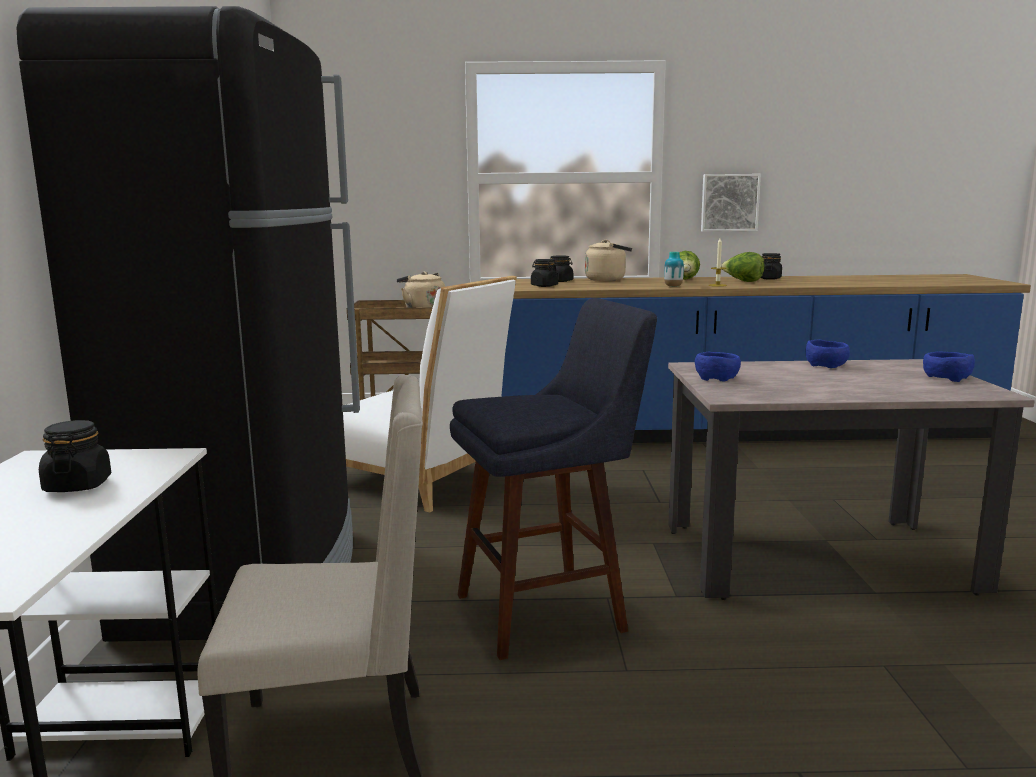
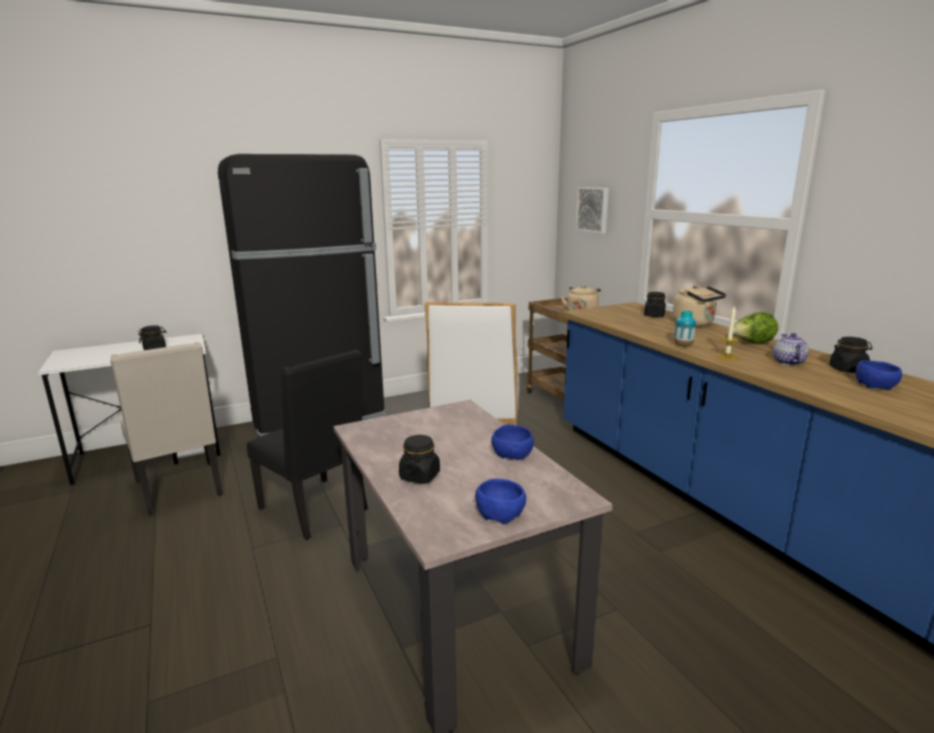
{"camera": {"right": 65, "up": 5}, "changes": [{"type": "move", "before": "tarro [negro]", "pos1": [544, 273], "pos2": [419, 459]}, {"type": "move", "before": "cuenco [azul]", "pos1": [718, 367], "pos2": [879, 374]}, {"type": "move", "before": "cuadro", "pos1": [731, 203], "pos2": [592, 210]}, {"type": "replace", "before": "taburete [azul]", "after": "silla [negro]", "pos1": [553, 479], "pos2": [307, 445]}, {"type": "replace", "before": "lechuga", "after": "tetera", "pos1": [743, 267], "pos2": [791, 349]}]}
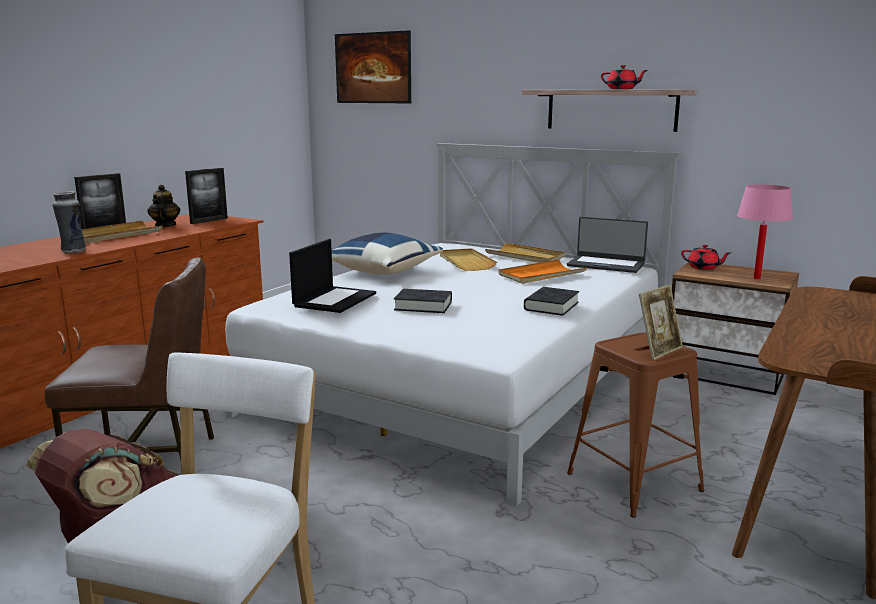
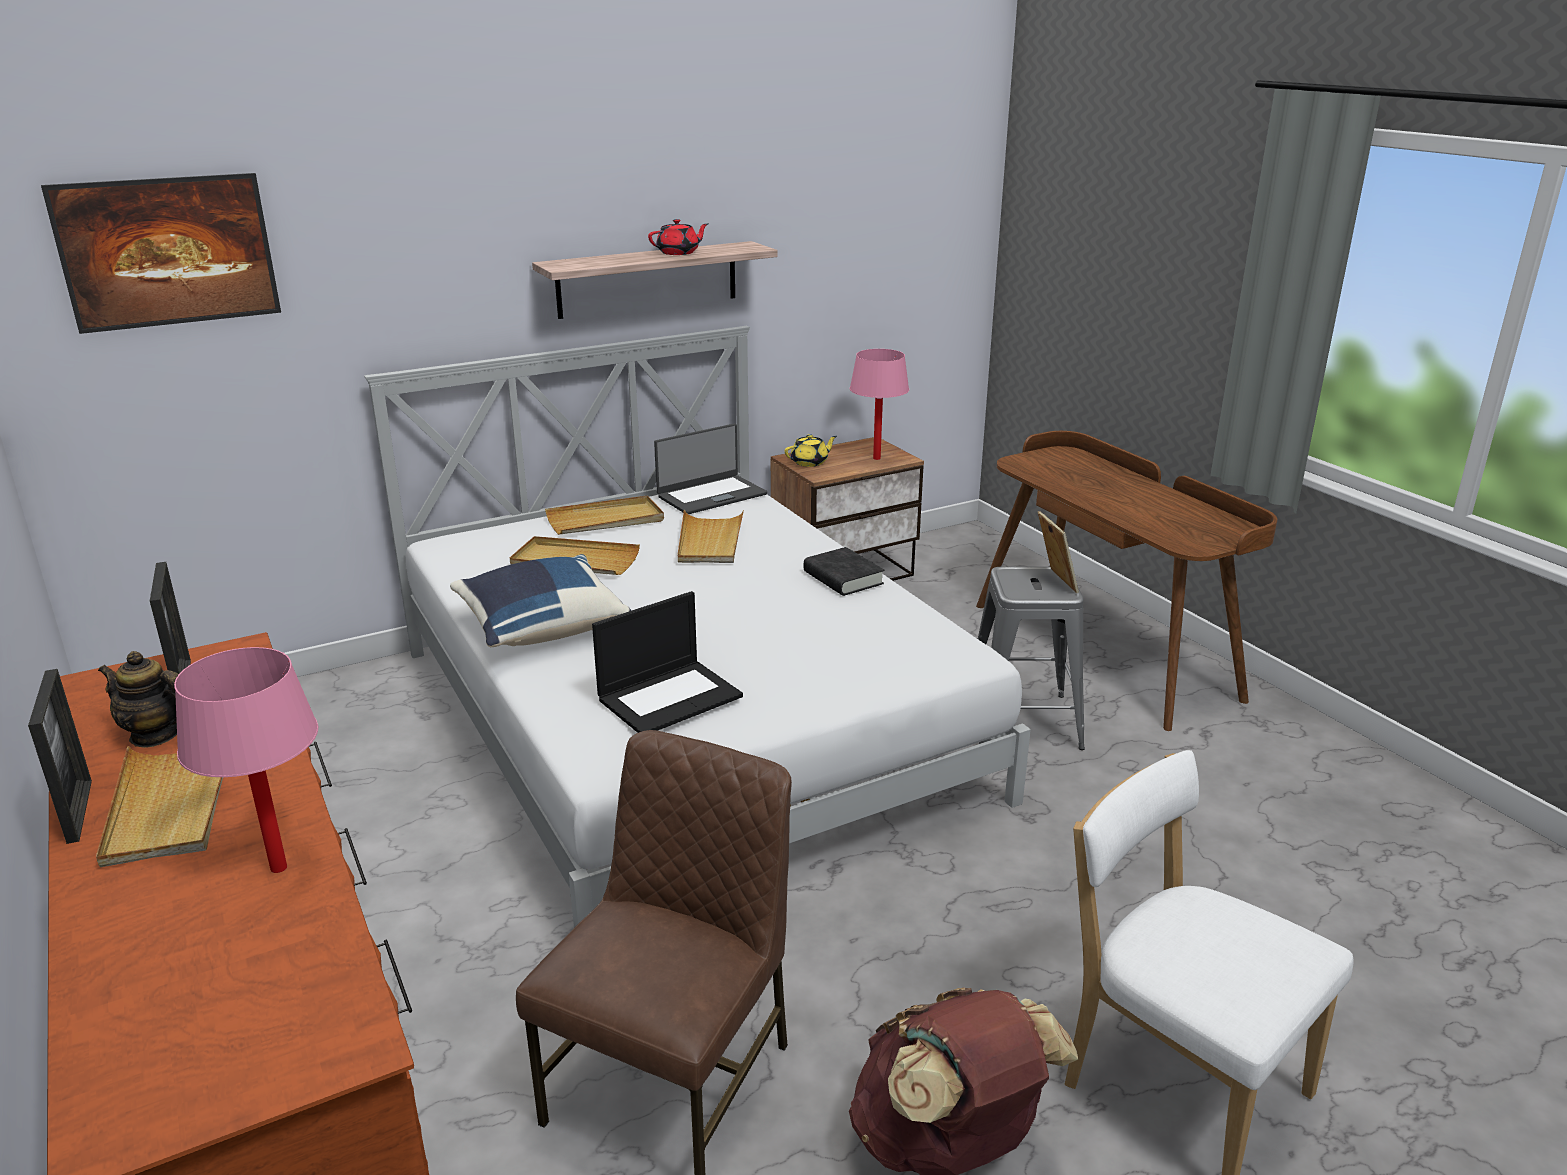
{"camera": {"right": -60, "up": 10}, "changes": [{"type": "delete", "before": "libro [negro]", "pos1": [423, 301]}, {"type": "replace", "before": "florero", "after": "lámpara de mesa [rosa]", "pos1": [69, 222], "pos2": [246, 760]}, {"type": "recolor", "before": "bandeja [naranja]", "after": "bandeja [beis]", "pos1": [543, 271], "pos2": [711, 536]}, {"type": "recolor", "before": "taburete [marrón]", "after": "taburete [gris]", "pos1": [635, 425], "pos2": [1031, 658]}, {"type": "recolor", "before": "tetera [rojo]", "after": "tetera [amarillo]", "pos1": [706, 257], "pos2": [811, 450]}, {"type": "rotate", "before": "portátil", "pos1": [332, 276], "pos2": [667, 662], "turn": 90}]}
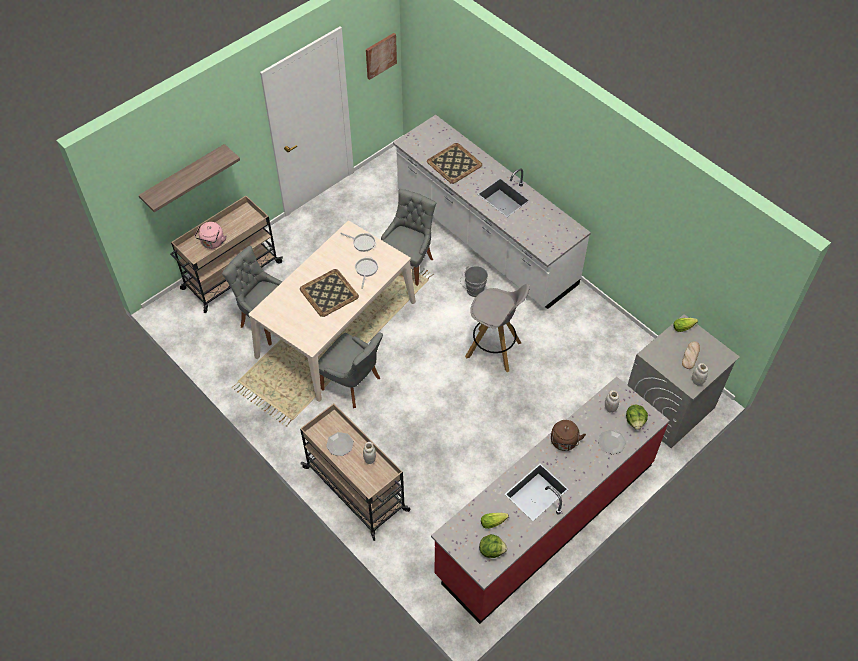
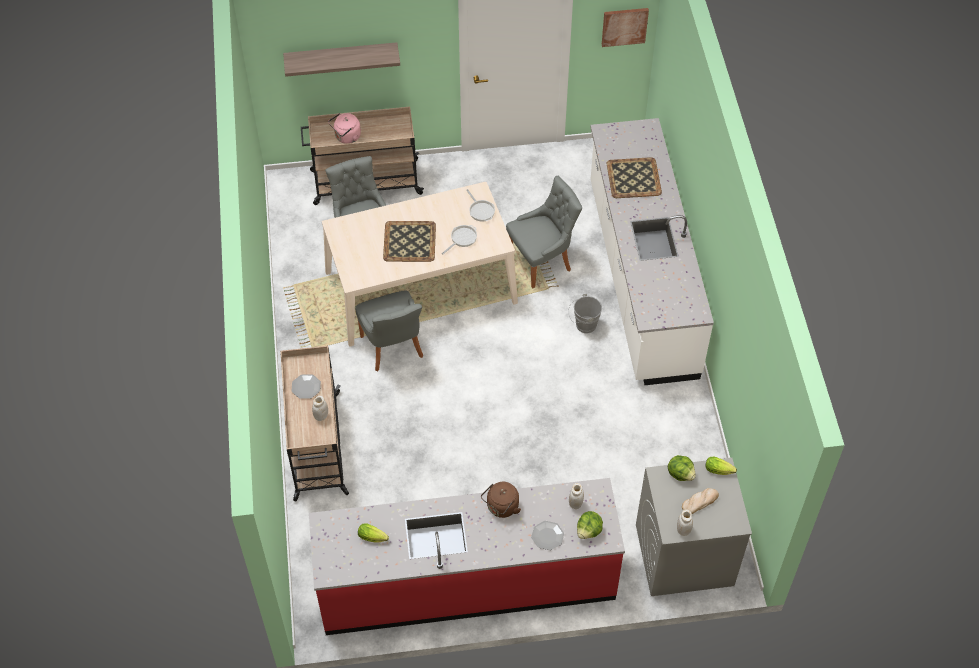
{"camera": {"right": 35, "up": 0}, "changes": [{"type": "delete", "before": "taburete [gris]", "pos1": [497, 328]}, {"type": "move", "before": "lechuga", "pos1": [493, 546], "pos2": [682, 468]}]}
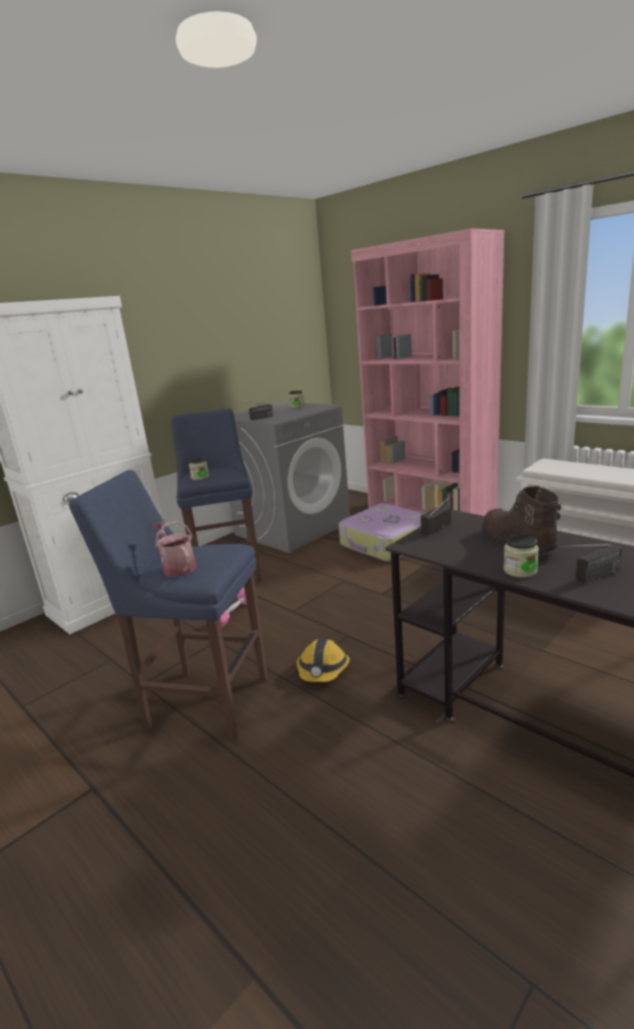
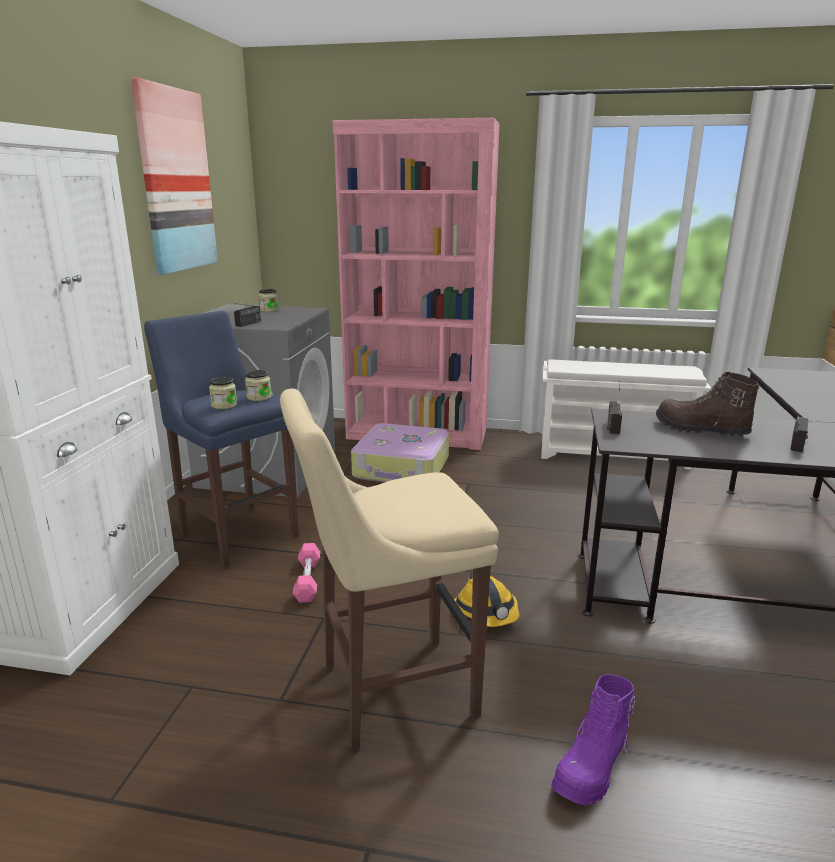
{"camera": {"right": -35, "up": 0}, "changes": [{"type": "delete", "before": "regadera", "pos1": [174, 549]}, {"type": "insert", "after": "cuadro", "pos2": [174, 176]}, {"type": "insert", "after": "bota [morado]", "pos2": [594, 739]}, {"type": "move", "before": "tarro", "pos1": [521, 556], "pos2": [258, 385]}, {"type": "recolor", "before": "taburete [azul]", "after": "taburete [beis]", "pos1": [168, 605], "pos2": [389, 570]}]}
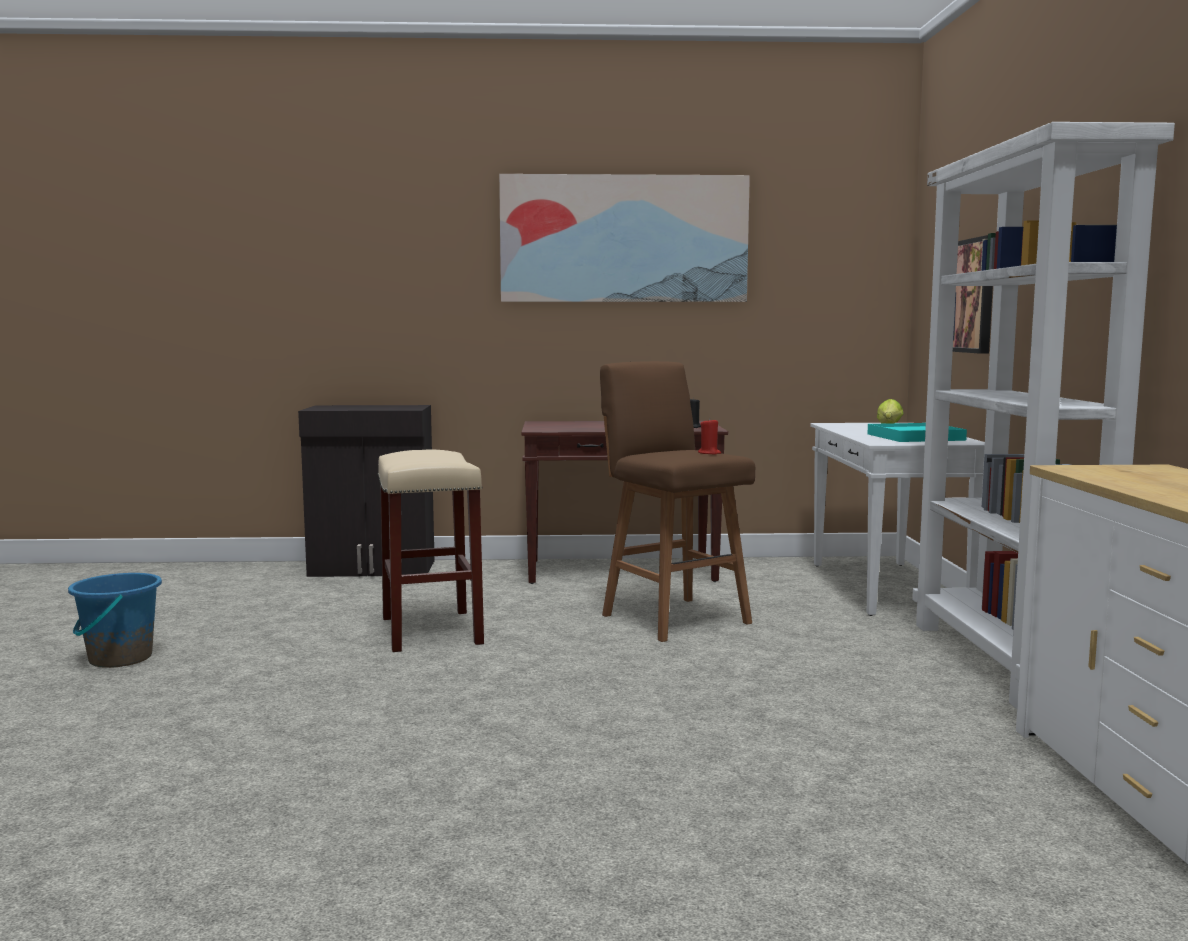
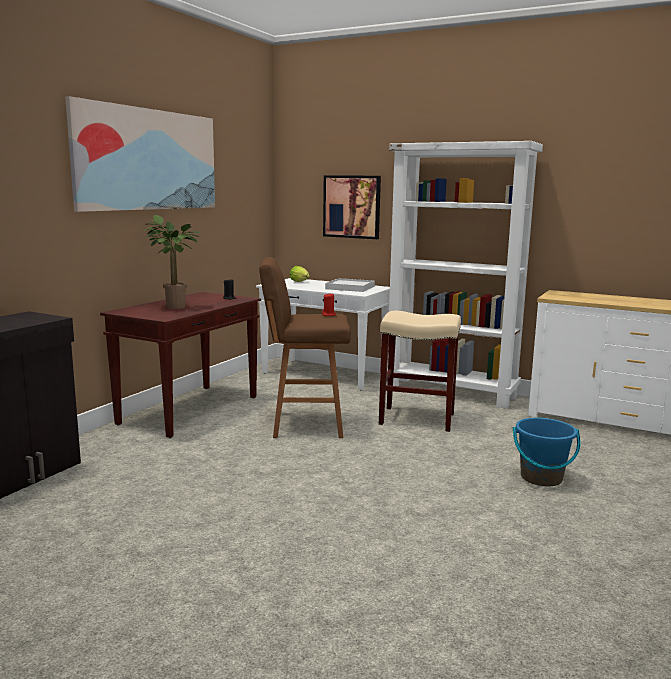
{"camera": {"right": -60, "up": 5}, "changes": [{"type": "insert", "after": "planta en maceta", "pos2": [172, 262]}, {"type": "move", "before": "cubo [azul]", "pos1": [115, 620], "pos2": [547, 452]}, {"type": "move", "before": "taburete [beis]", "pos1": [430, 551], "pos2": [420, 371]}, {"type": "recolor", "before": "bandeja [turquesa]", "after": "bandeja [blanco]", "pos1": [917, 432], "pos2": [350, 285]}]}
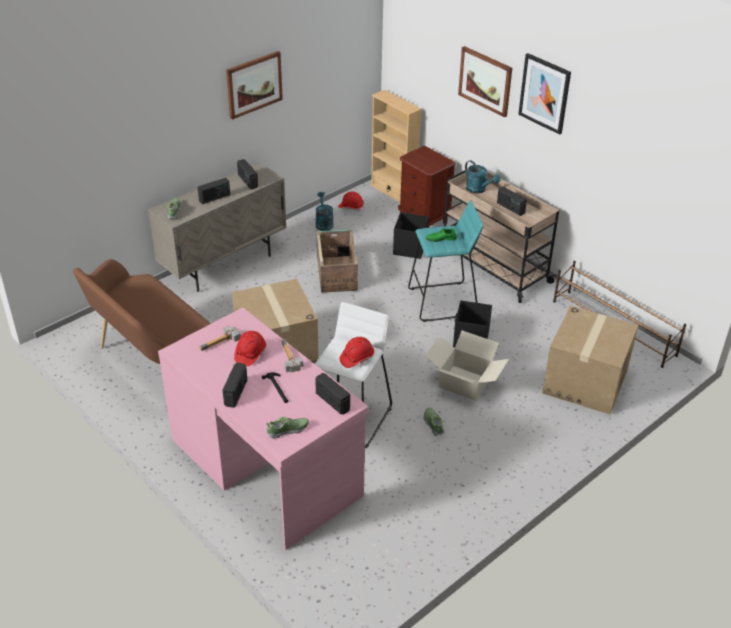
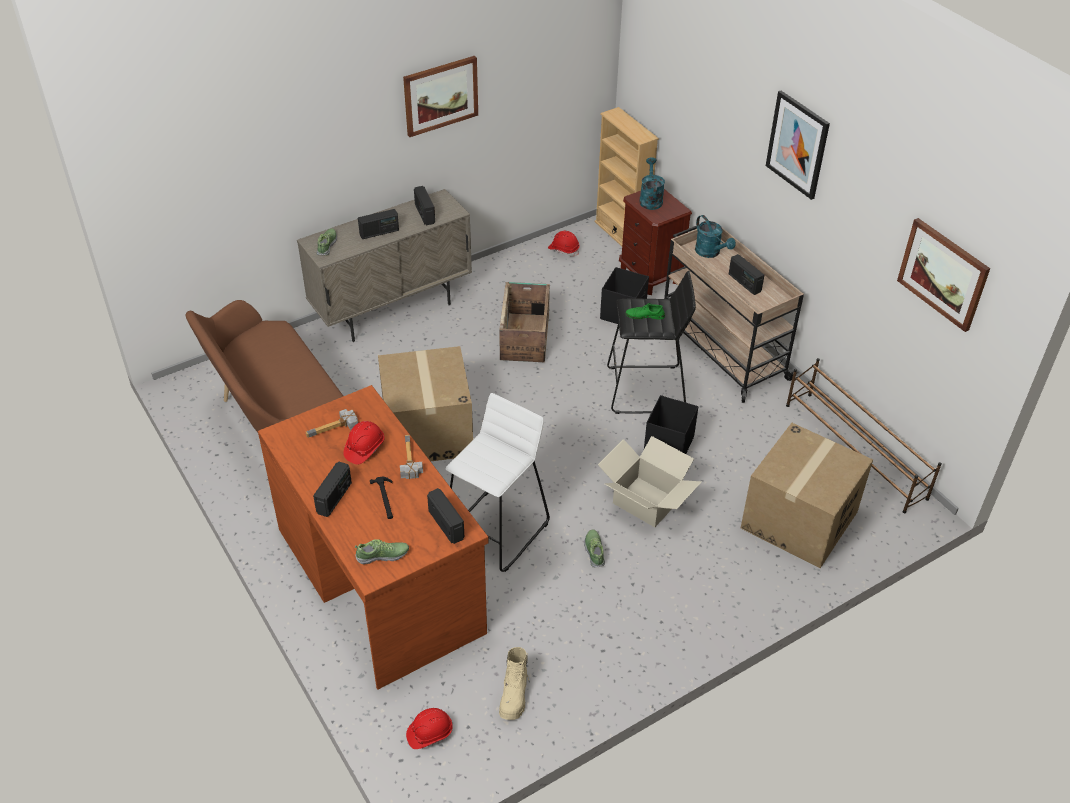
{"camera": {"right": 10, "up": 5}, "changes": [{"type": "insert", "after": "bota [beis]", "pos2": [514, 683]}, {"type": "move", "before": "regadera [turquesa]", "pos1": [325, 211], "pos2": [652, 183]}, {"type": "move", "before": "casco [rojo]", "pos1": [356, 352], "pos2": [429, 728]}, {"type": "move", "before": "cuadro", "pos1": [485, 82], "pos2": [943, 275]}, {"type": "recolor", "before": "escritorio [rosa]", "after": "escritorio [marrón]", "pos1": [263, 428], "pos2": [373, 537]}, {"type": "recolor", "before": "taburete [turquesa]", "after": "taburete [negro]", "pos1": [445, 261], "pos2": [651, 342]}]}
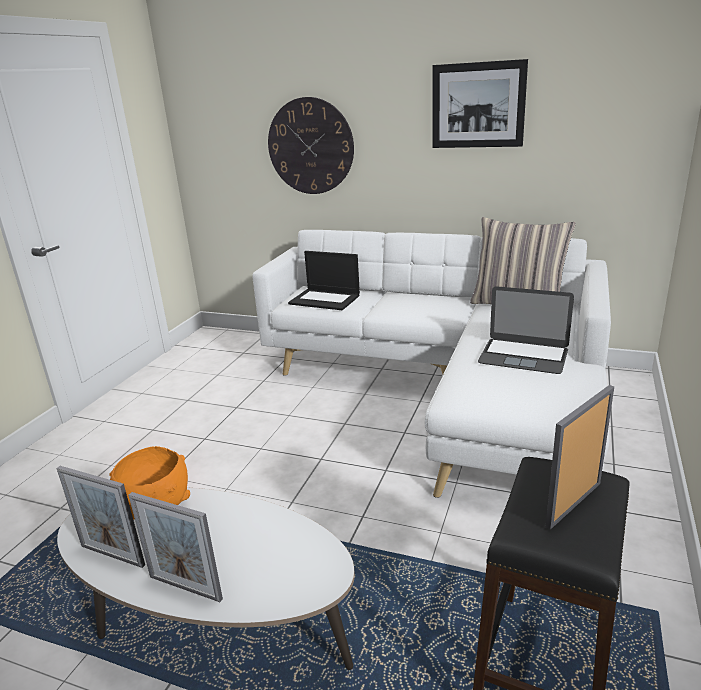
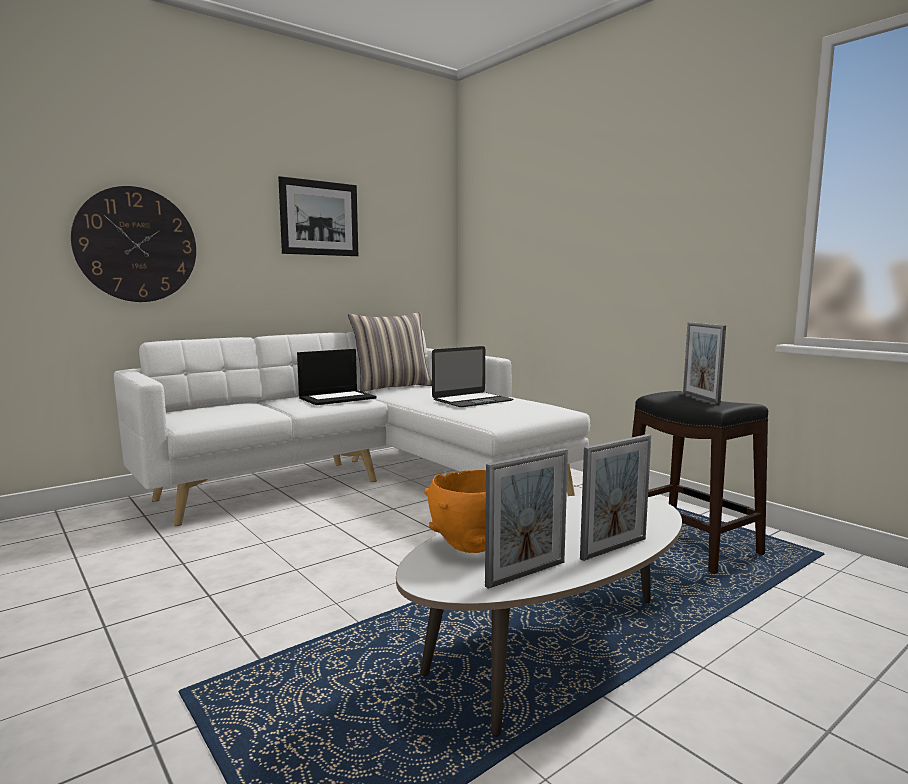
{"camera": {"right": -60, "up": -15}, "changes": [{"type": "move", "before": "portátil", "pos1": [324, 280], "pos2": [336, 377]}]}
